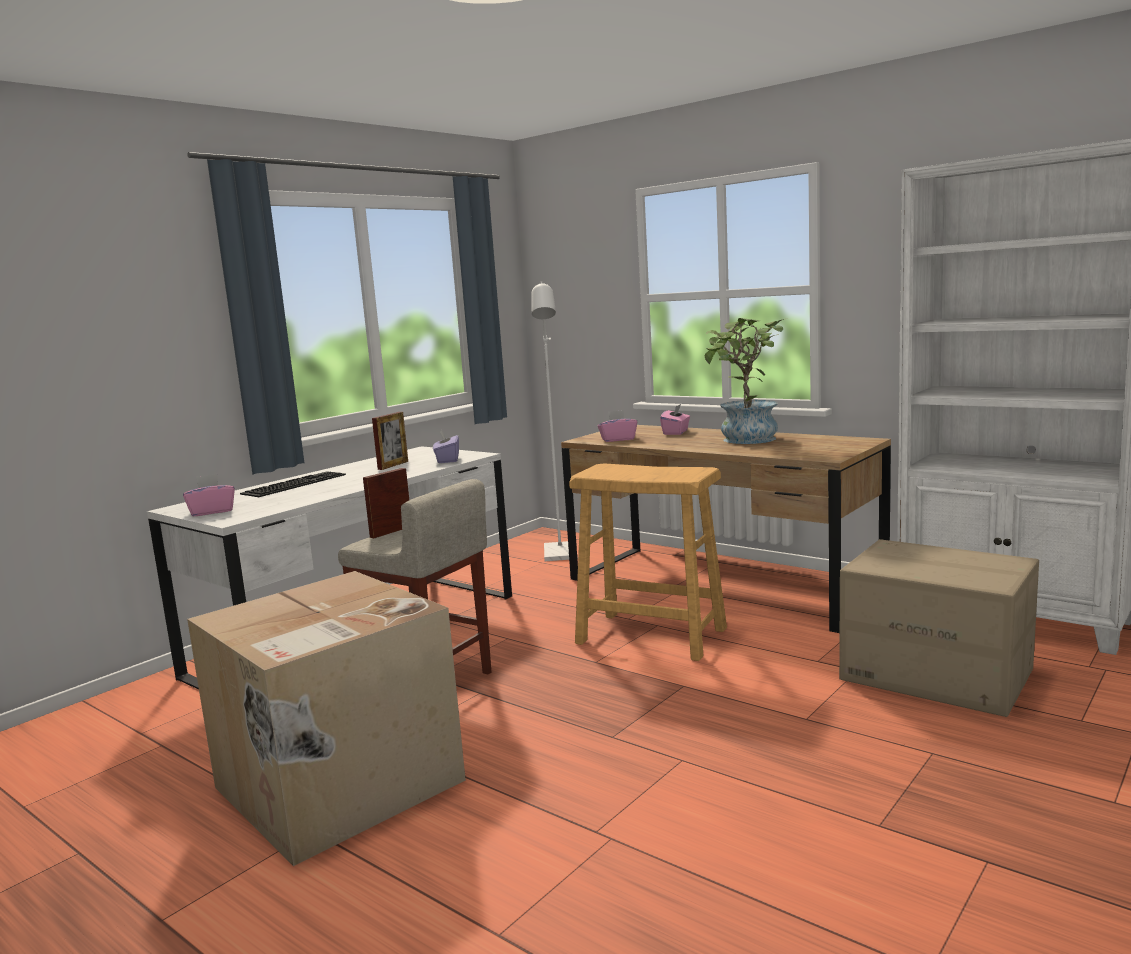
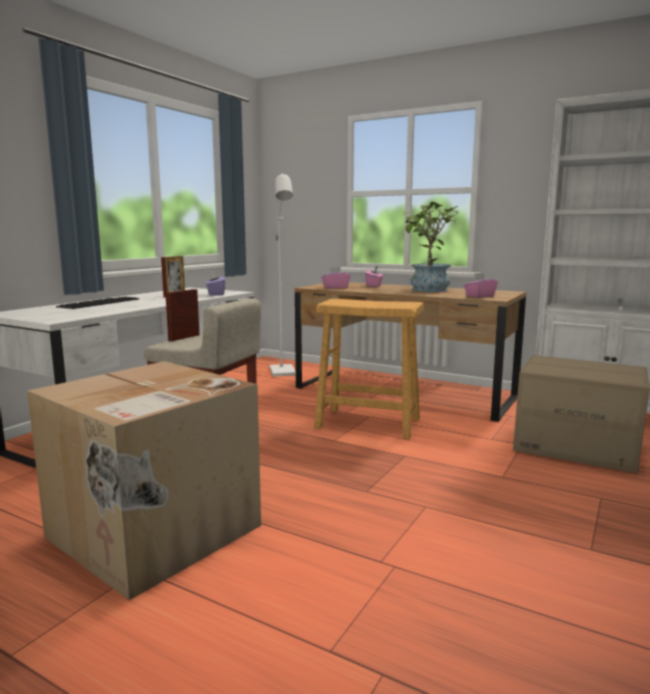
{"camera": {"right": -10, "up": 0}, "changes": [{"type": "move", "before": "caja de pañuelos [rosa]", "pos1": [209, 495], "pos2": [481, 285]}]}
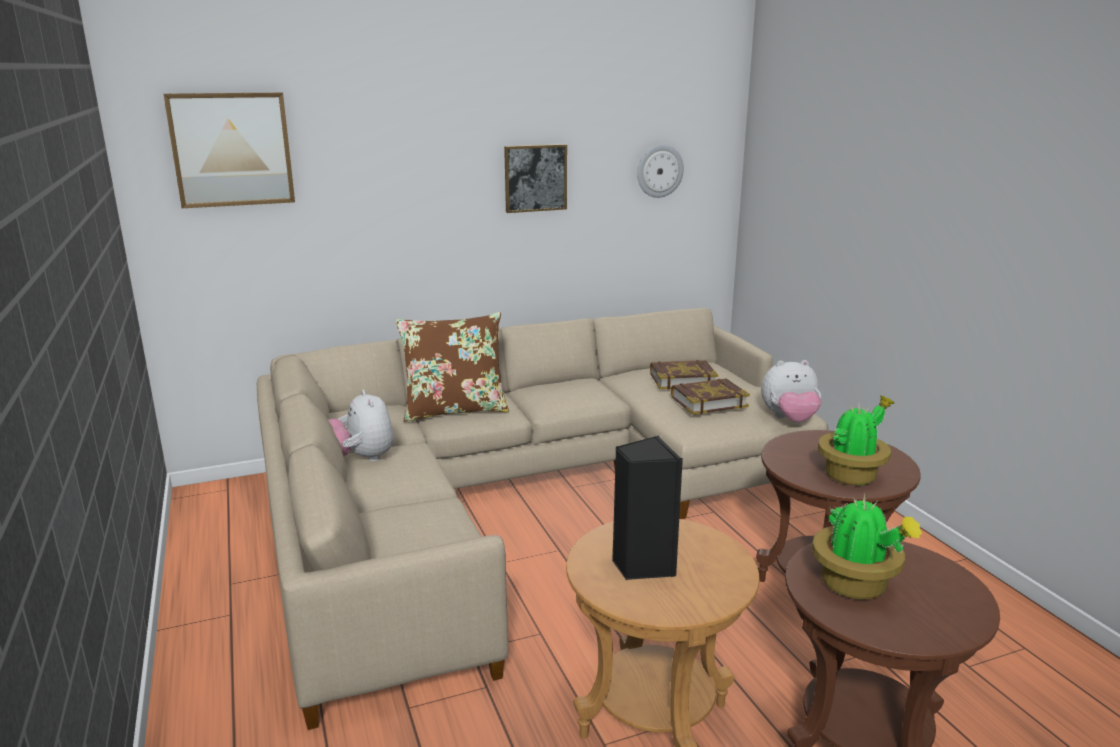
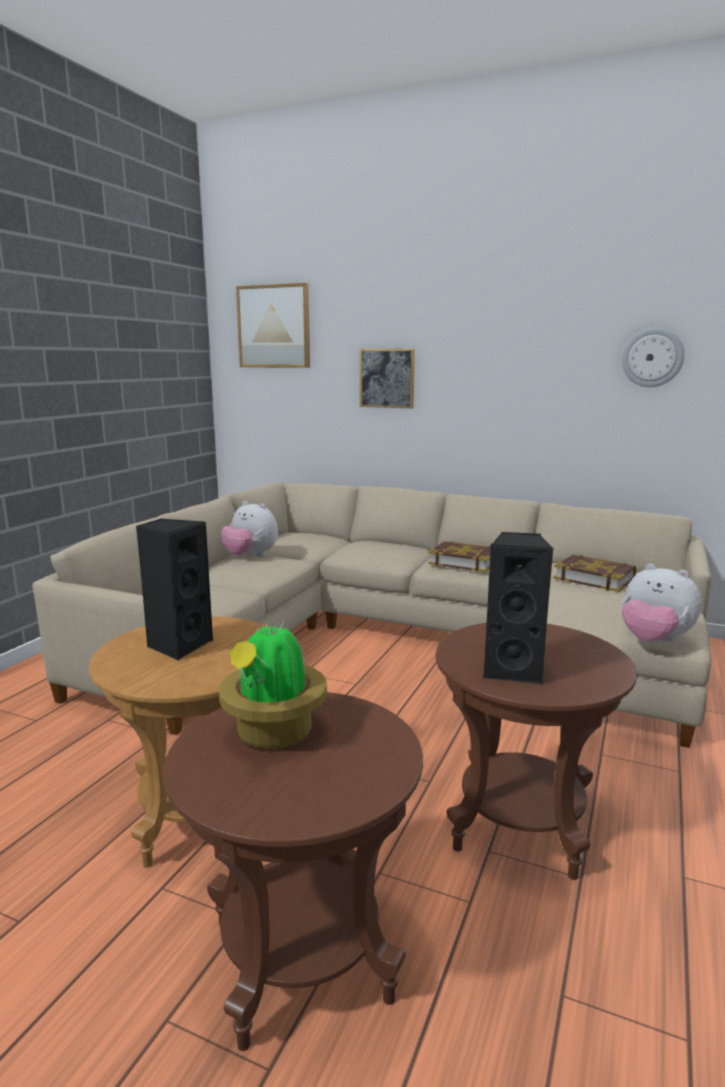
{"camera": {"right": 45, "up": -5}, "changes": [{"type": "delete", "before": "cojín [marrón]", "pos1": [452, 367]}, {"type": "move", "before": "cuadro", "pos1": [535, 178], "pos2": [387, 378]}, {"type": "move", "before": "libro", "pos1": [710, 396], "pos2": [459, 556]}, {"type": "replace", "before": "planta en maceta", "after": "altavoz [negro]", "pos1": [856, 440], "pos2": [518, 608]}, {"type": "rotate", "before": "peluche", "pos1": [361, 425], "pos2": [249, 528], "turn": -75}]}
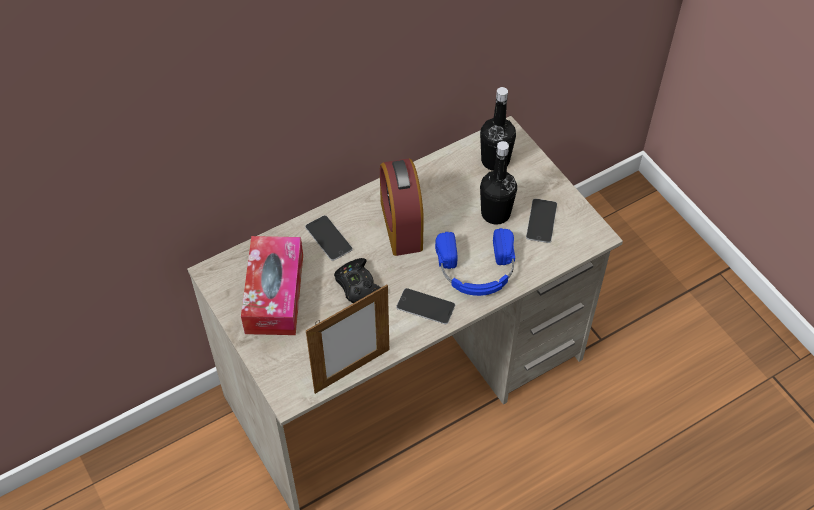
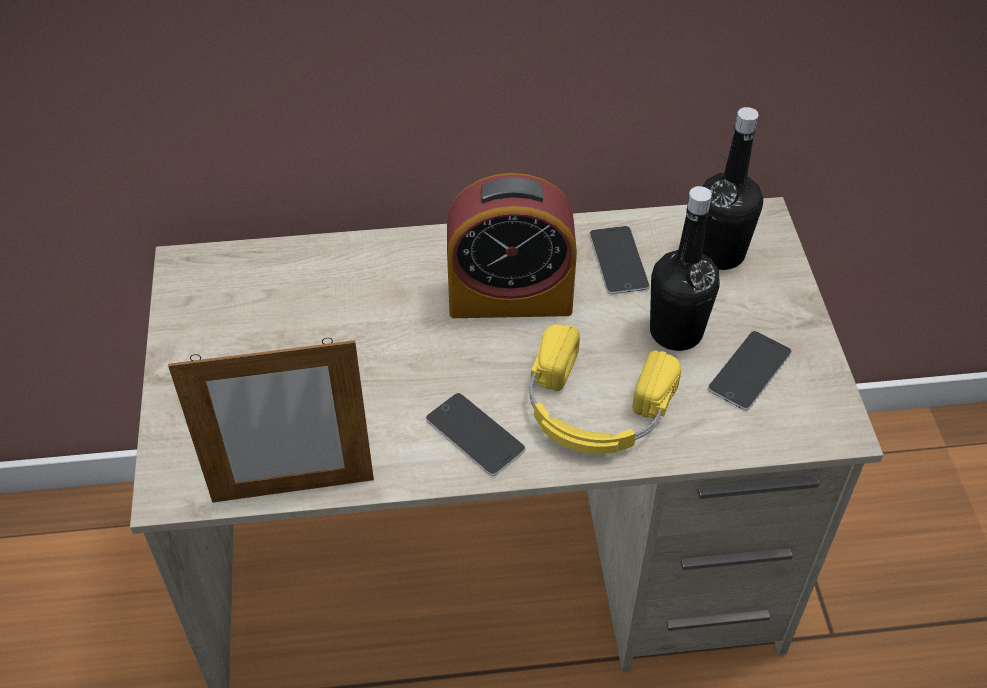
{"camera": {"right": 25, "up": -5}, "changes": [{"type": "delete", "before": "caja de pañuelos", "pos1": [272, 285]}, {"type": "delete", "before": "mando de consola [negro]", "pos1": [357, 280]}, {"type": "move", "before": "móvil", "pos1": [329, 238], "pos2": [619, 260]}, {"type": "recolor", "before": "auriculares [azul]", "after": "auriculares [amarillo]", "pos1": [475, 262], "pos2": [605, 389]}, {"type": "rotate", "before": "despertador", "pos1": [402, 207], "pos2": [512, 245], "turn": -105}]}
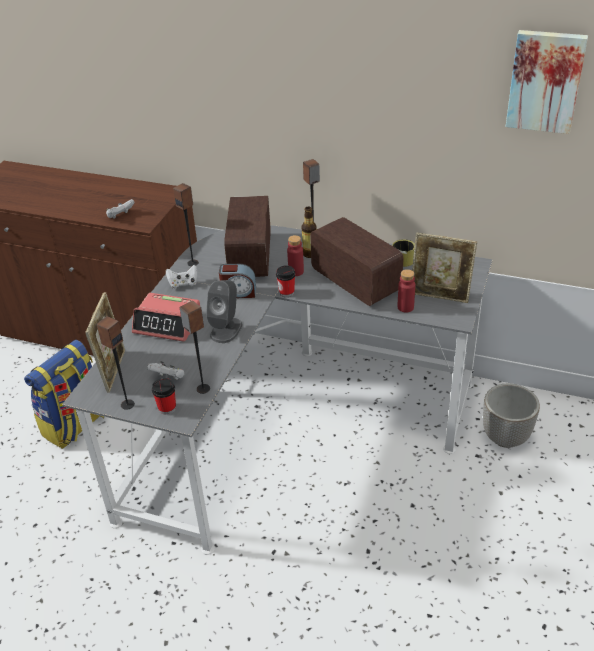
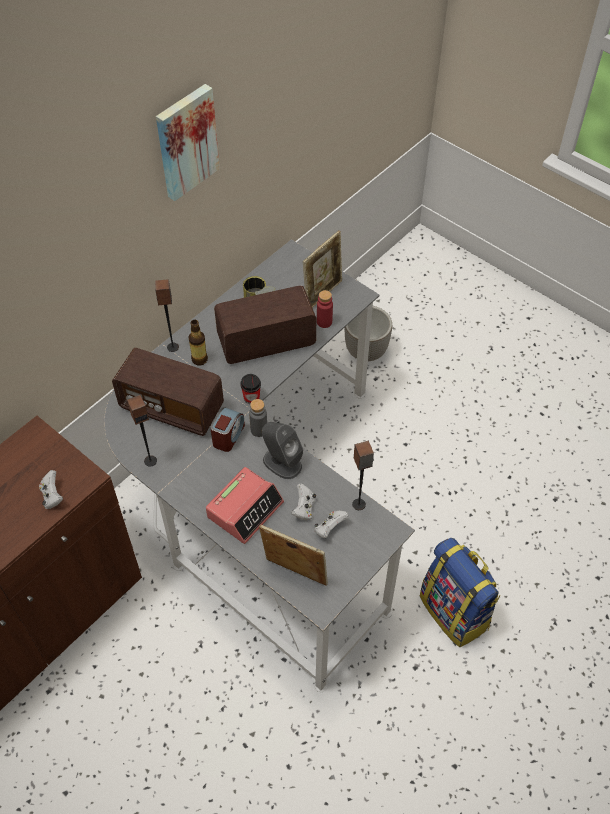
{"camera": {"right": -70, "up": 15}, "changes": [{"type": "delete", "before": "altavoz", "pos1": [115, 363]}, {"type": "delete", "before": "taza", "pos1": [164, 396]}, {"type": "delete", "before": "botella [rojo]", "pos1": [295, 255]}, {"type": "insert", "after": "botella [gris]", "pos2": [258, 418]}, {"type": "move", "before": "mochila", "pos1": [64, 394], "pos2": [460, 592]}, {"type": "move", "before": "mando de consola [blanco]", "pos1": [181, 277], "pos2": [303, 502]}, {"type": "move", "before": "cuadro", "pos1": [547, 82], "pos2": [188, 142]}]}
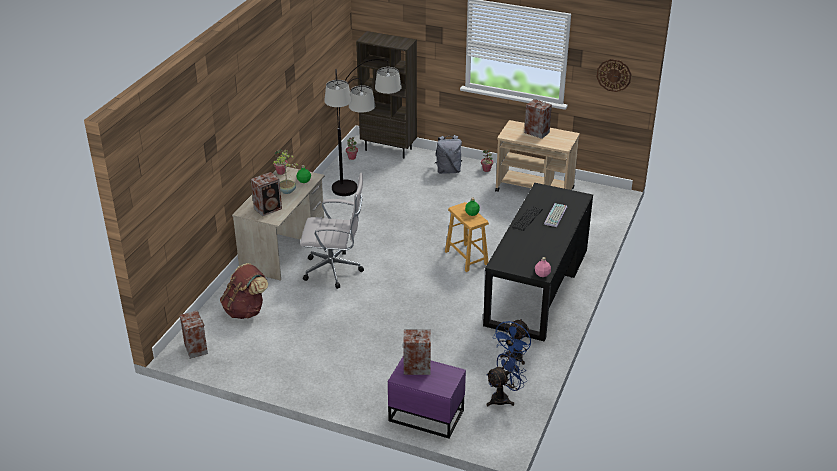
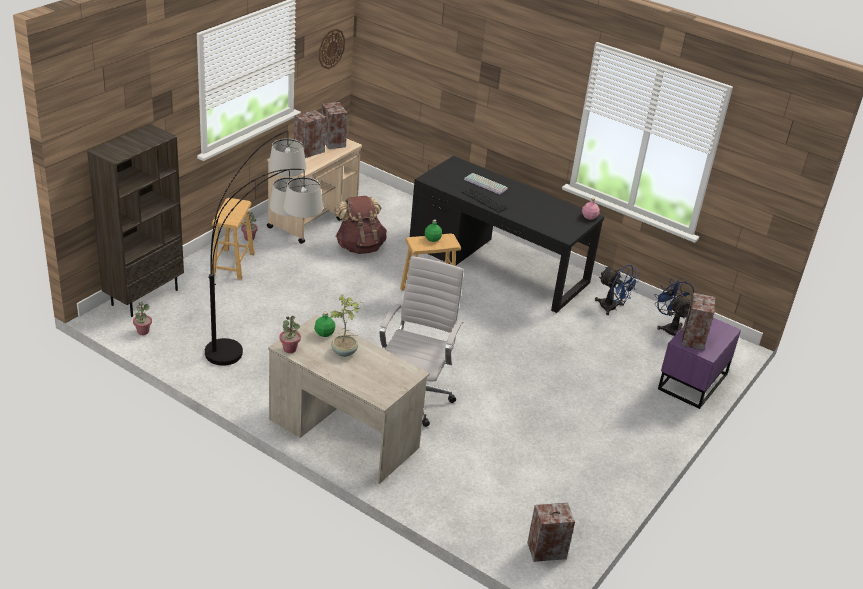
{"camera": {"right": -80, "up": 0}, "changes": [{"type": "move", "before": "mochila [marrón]", "pos1": [244, 291], "pos2": [361, 225]}, {"type": "move", "before": "altavoz", "pos1": [266, 194], "pos2": [335, 125]}, {"type": "replace", "before": "mochila [gris]", "after": "taburete [marrón]", "pos1": [449, 154], "pos2": [232, 239]}]}
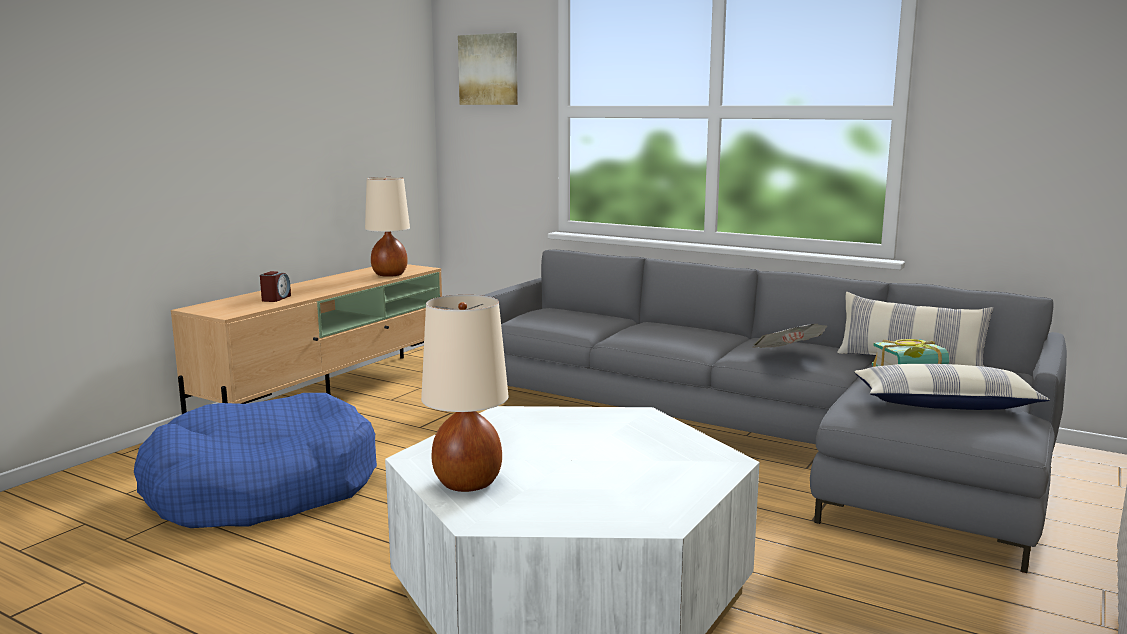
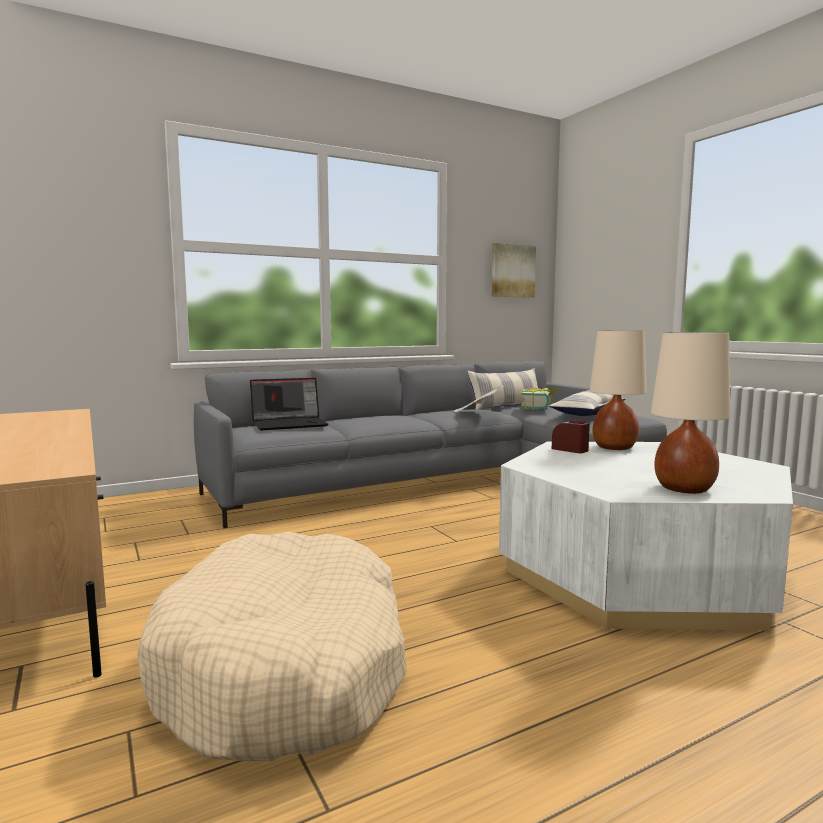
{"camera": {"right": -60, "up": -5}, "changes": [{"type": "insert", "after": "portátil", "pos2": [289, 404]}, {"type": "move", "before": "despertador", "pos1": [275, 286], "pos2": [571, 436]}, {"type": "move", "before": "lámpara de mesa [beis]", "pos1": [387, 227], "pos2": [618, 390]}, {"type": "move", "before": "cuadro", "pos1": [488, 69], "pos2": [514, 270]}, {"type": "recolor", "before": "cama para perro [azul]", "after": "cama para perro [beis]", "pos1": [255, 460], "pos2": [272, 646]}]}
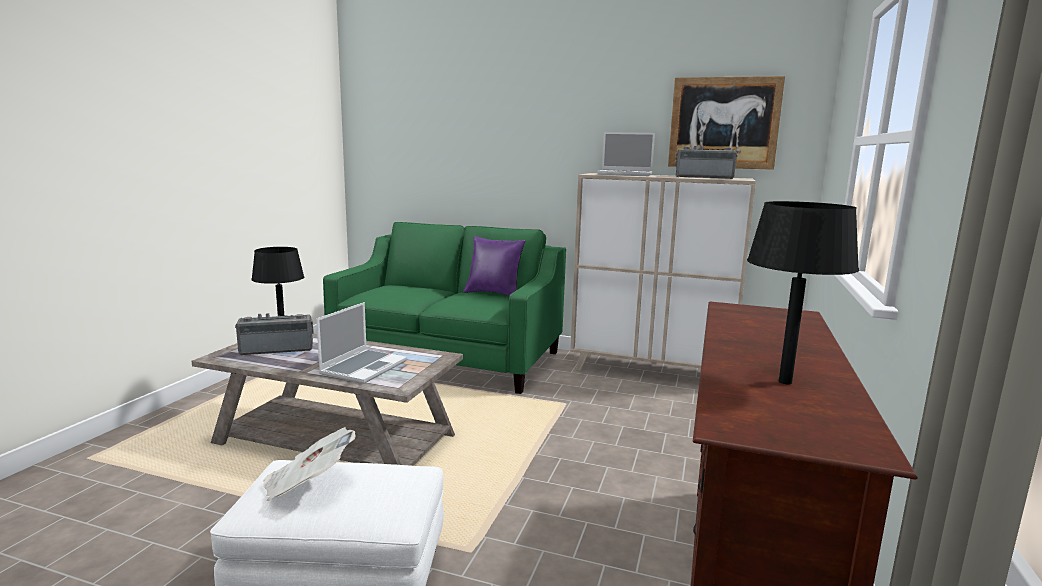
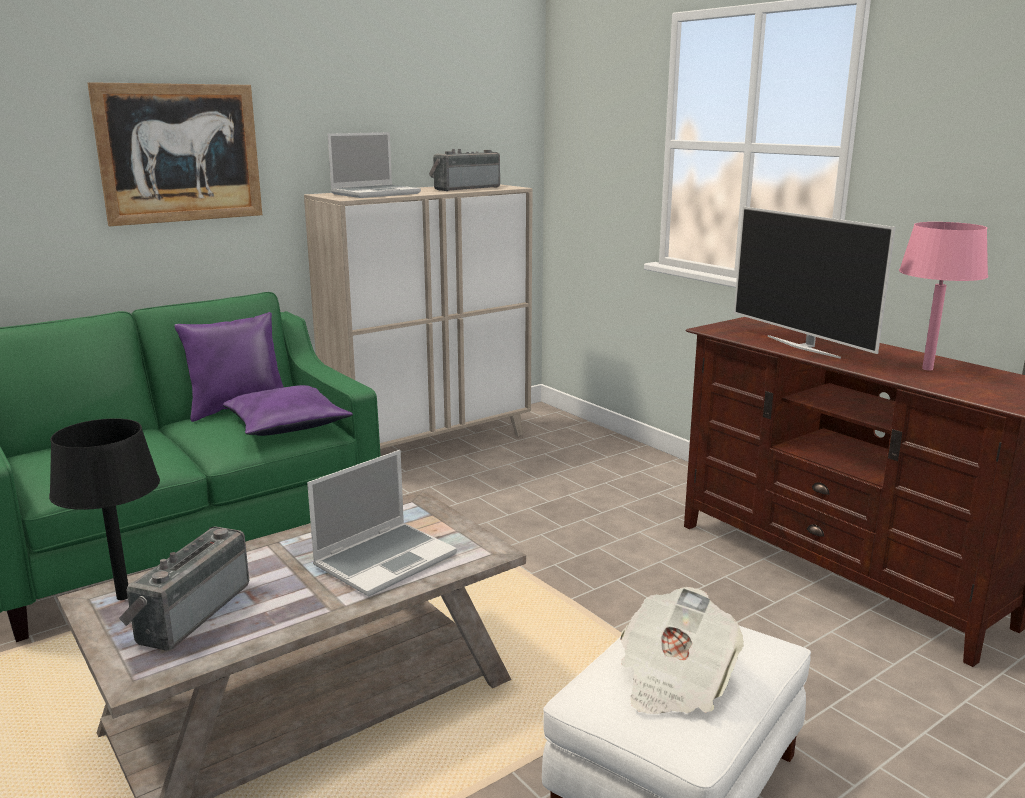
{"camera": {"right": -55, "up": 5}, "changes": [{"type": "insert", "after": "cojín [morado]", "pos2": [288, 410]}, {"type": "insert", "after": "televisor", "pos2": [815, 282]}, {"type": "move", "before": "cuadro", "pos1": [726, 123], "pos2": [174, 154]}, {"type": "recolor", "before": "lámpara de mesa [negro]", "after": "lámpara de mesa [rosa]", "pos1": [803, 293], "pos2": [943, 296]}, {"type": "rotate", "before": "portátil", "pos1": [361, 343], "pos2": [382, 523], "turn": 75}]}
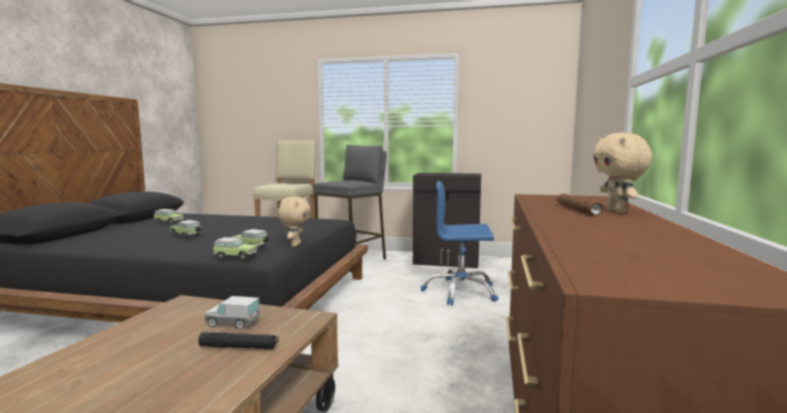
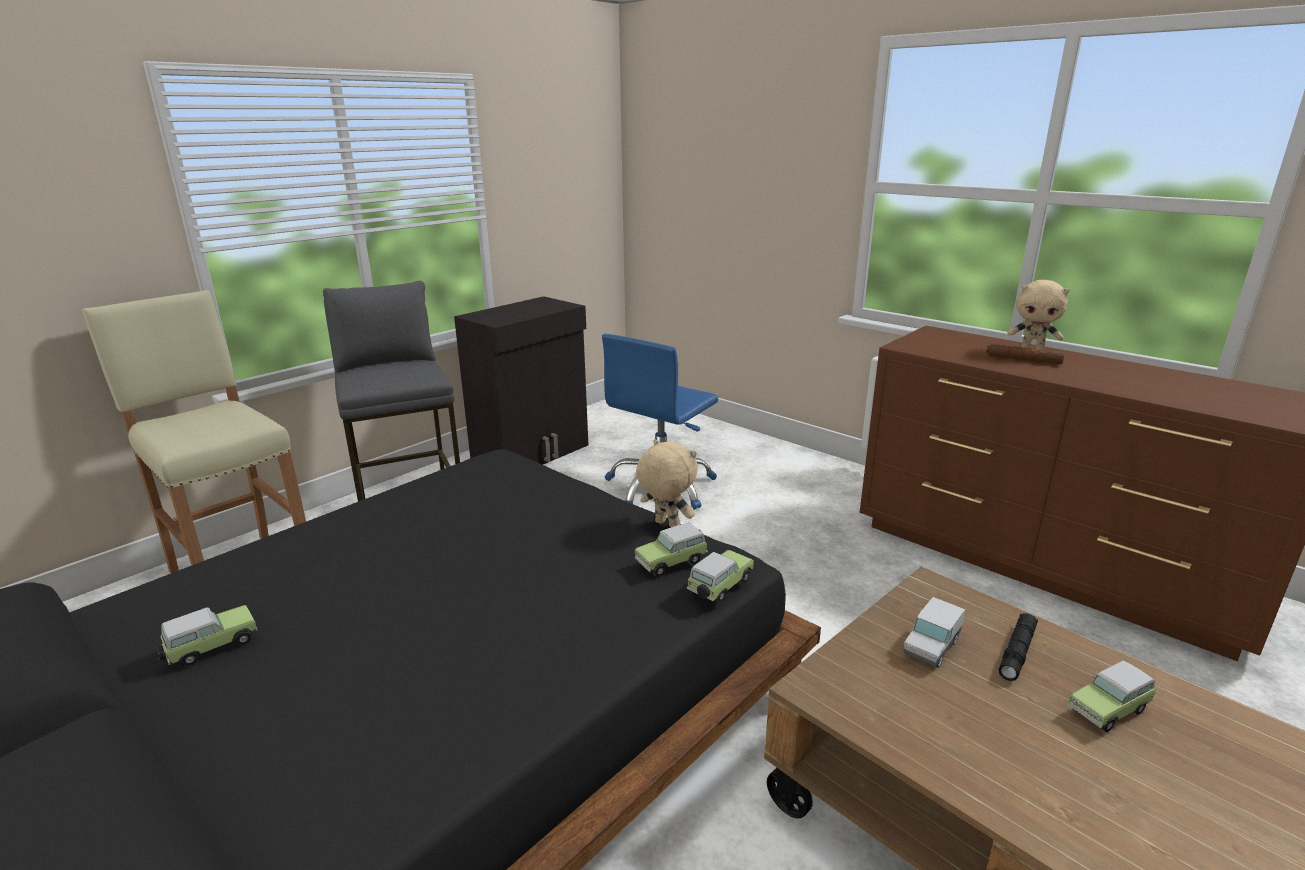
{"camera": {"right": -60, "up": 15}, "changes": [{"type": "move", "before": "coche de juguete", "pos1": [186, 229], "pos2": [1112, 696]}]}
